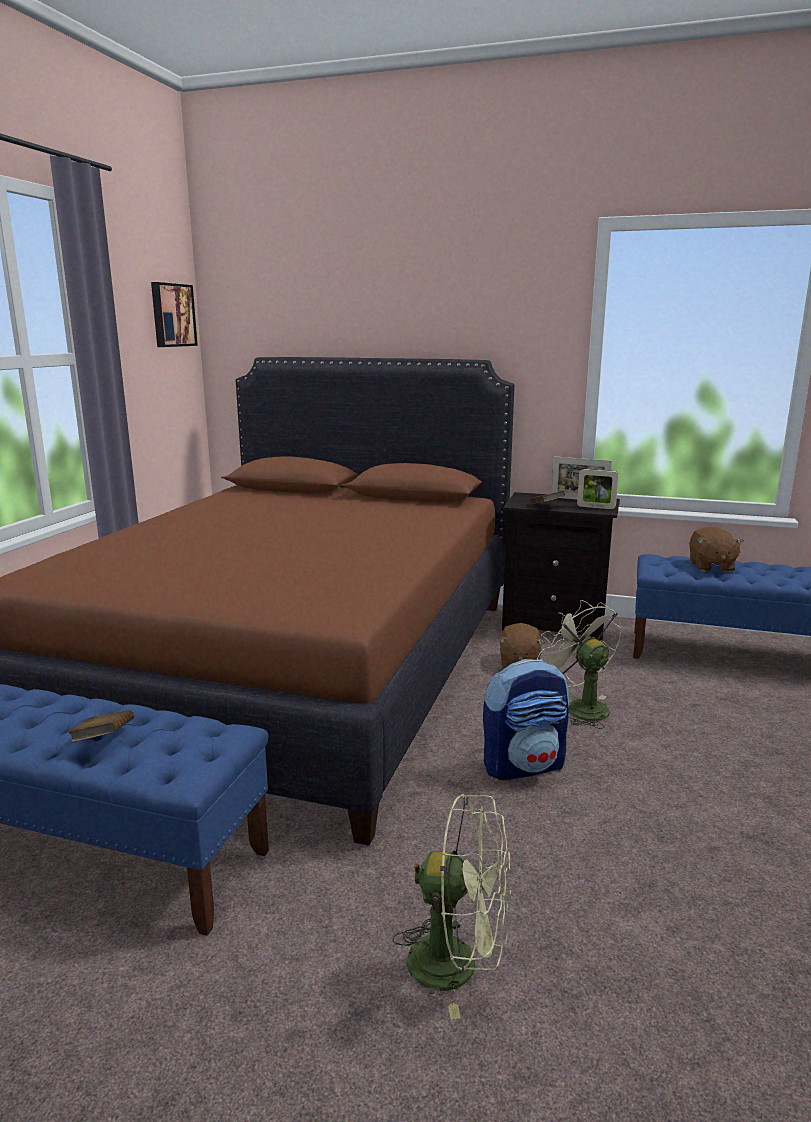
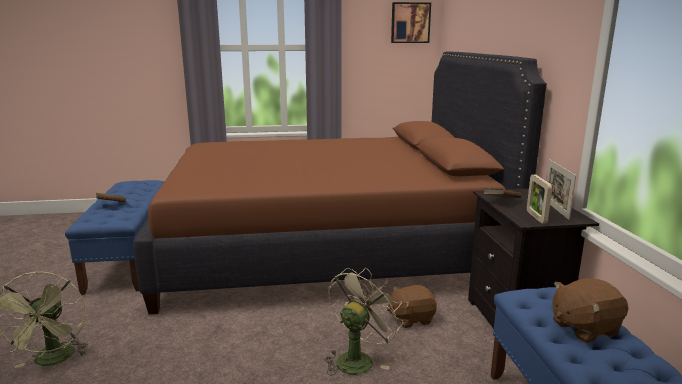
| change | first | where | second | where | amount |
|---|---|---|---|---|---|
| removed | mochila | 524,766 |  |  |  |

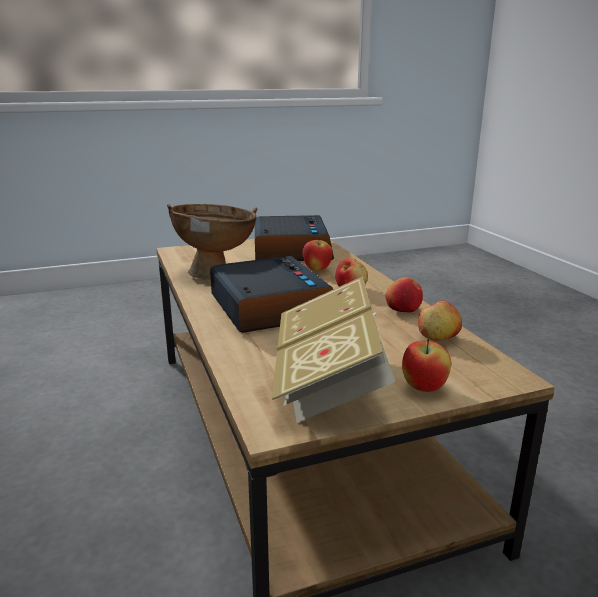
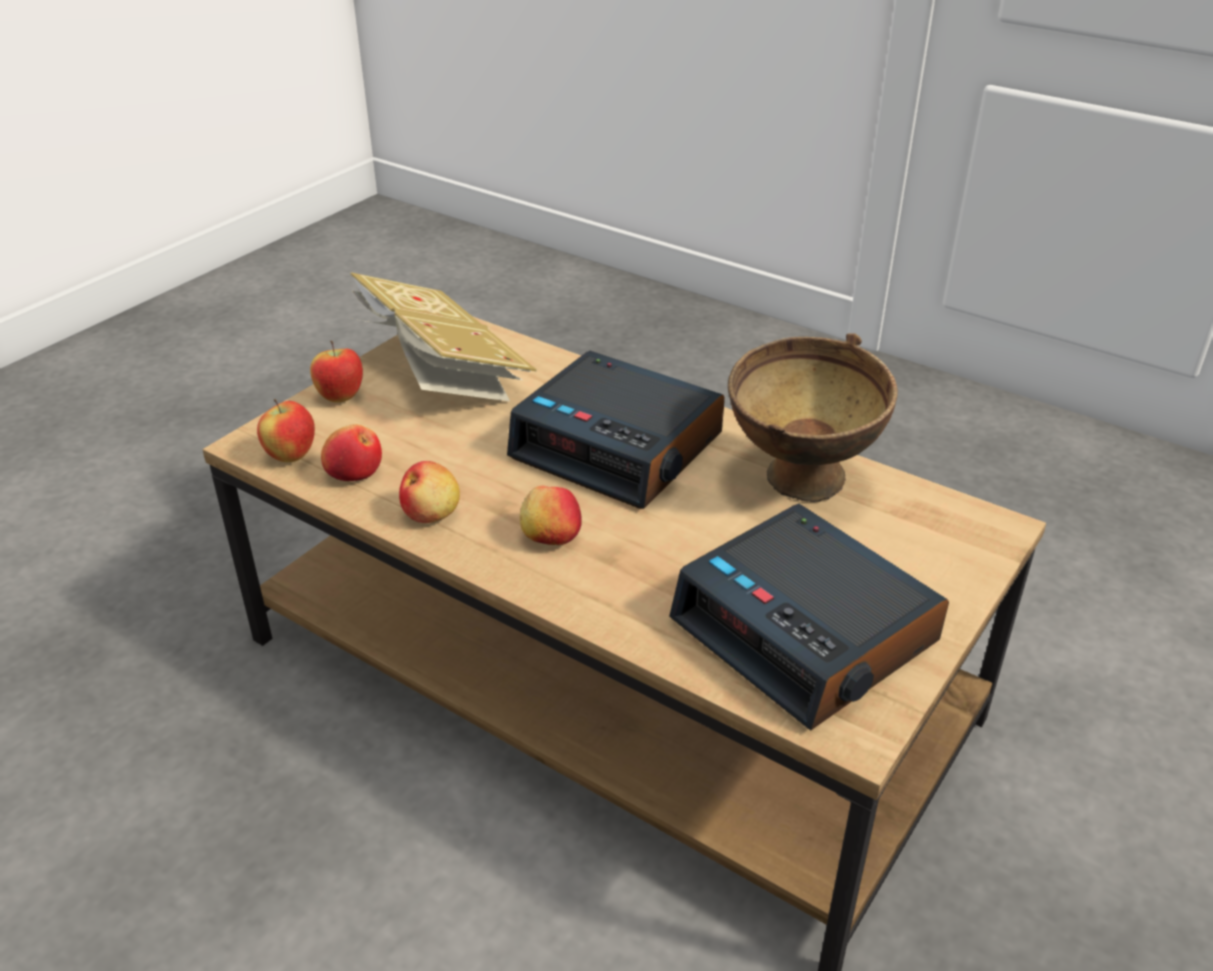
| change | first | where | second | where | amount |
|---|---|---|---|---|---|
| moved | manzana | 317,270 |  | 291,456 |  |

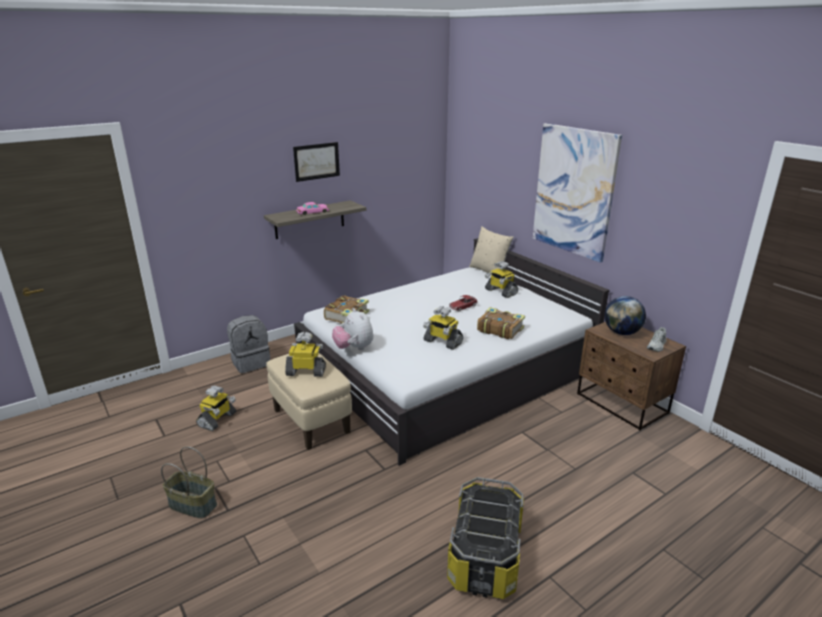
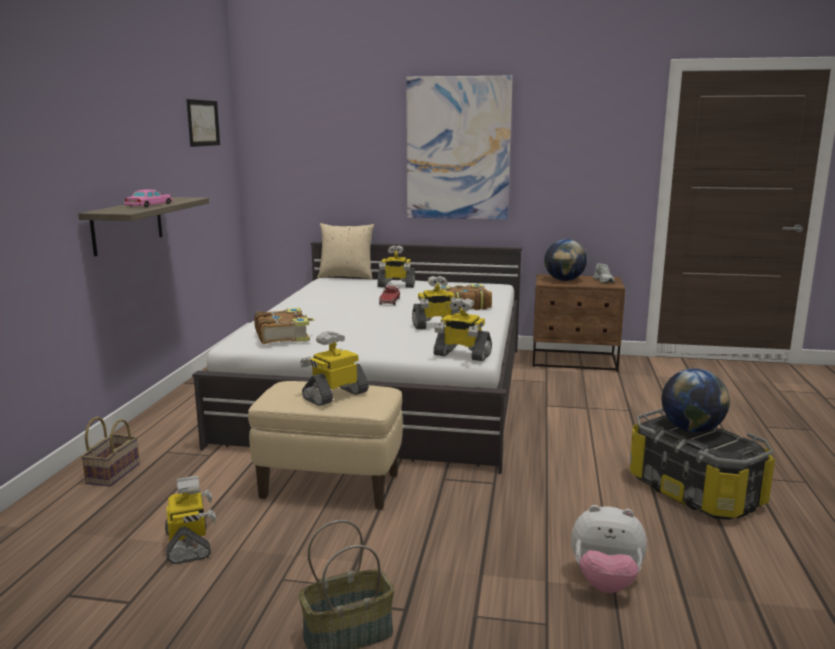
| change | first | where | second | where | amount |
|---|---|---|---|---|---|
| replaced | mochila [gris] | 251,362 | cesta | 113,473 |  |
| moved | cuadro | 316,161 |  | 203,123 |  |
| added |  |  | robot de juguete | 461,355 |  |
| moved | peluche | 354,348 |  | 605,582 |  |
| added |  |  | globo terráqueo | 691,429 |  |

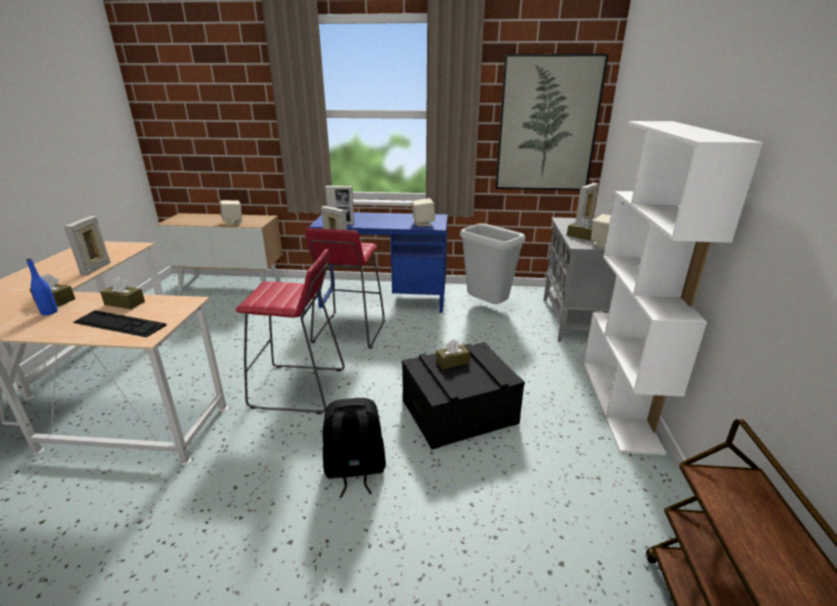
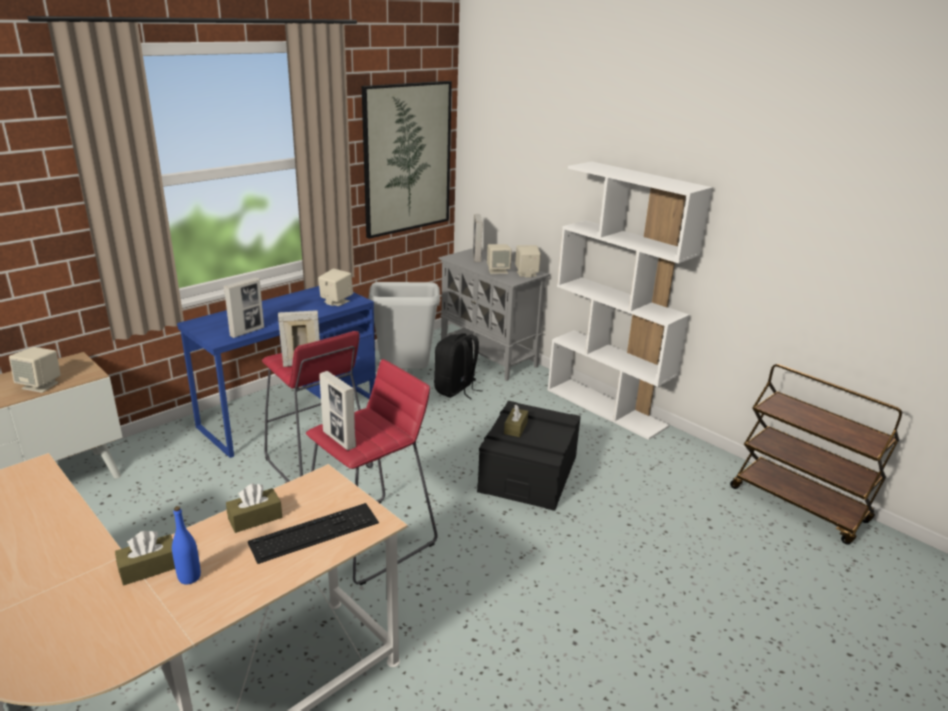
| change | first | where | second | where | amount |
|---|---|---|---|---|---|
| moved | portarretratos | 96,269 |  | 339,439 |  |
| moved | mochila [negro] | 354,470 |  | 456,390 |  |
| replaced | caja de pañuelos [marrón] | 580,236 | altavoz [beis] | 498,271 |  |

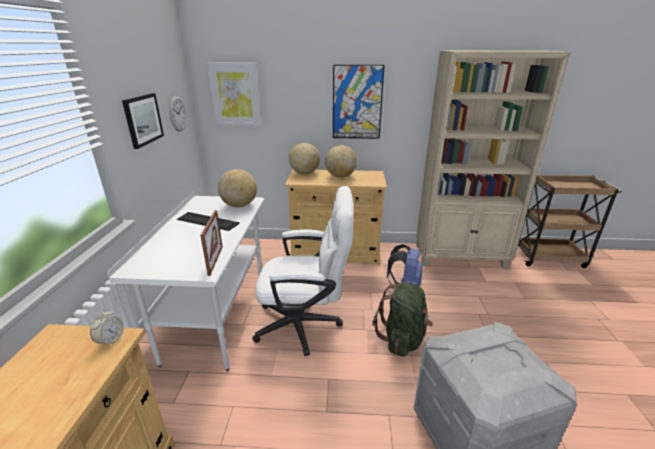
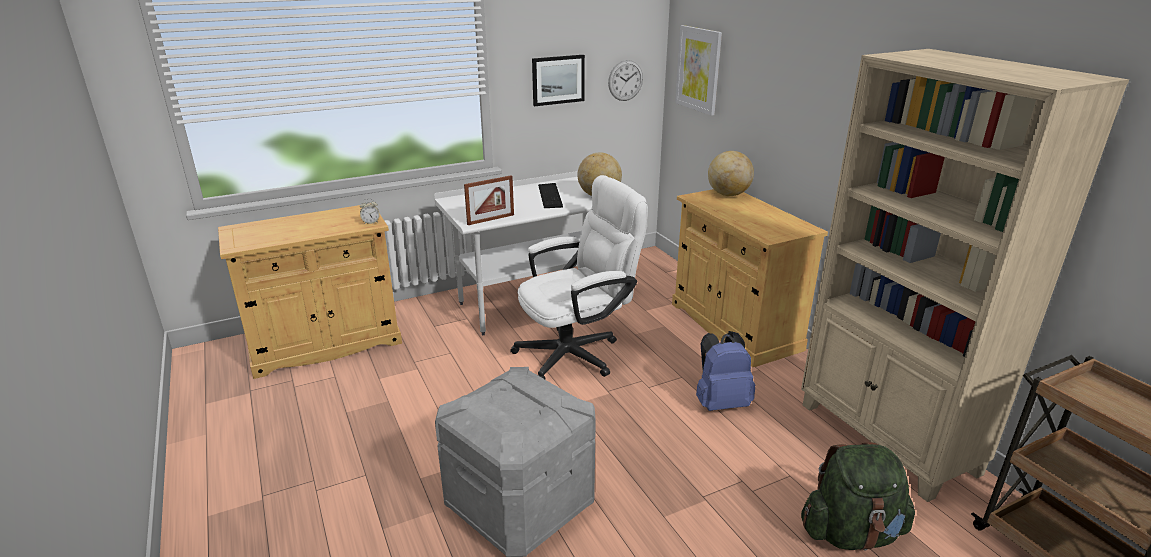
| change | first | where | second | where | amount |
|---|---|---|---|---|---|
| turned | silla de oficina [blanco] | 306,324 |  | 577,352 | 90 degrees counterclockwise |
| moved | mochila [verde] | 402,339 |  | 851,533 |  |
| removed | globo terráqueo | 340,176 |  |  |  |
| removed | cuadro | 357,103 |  |  |  |

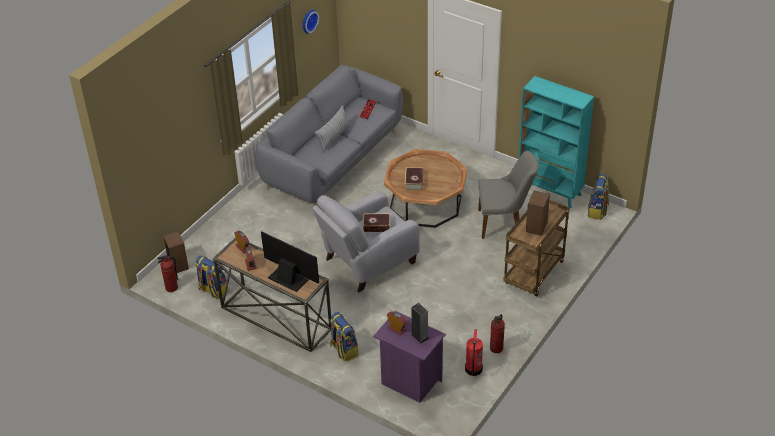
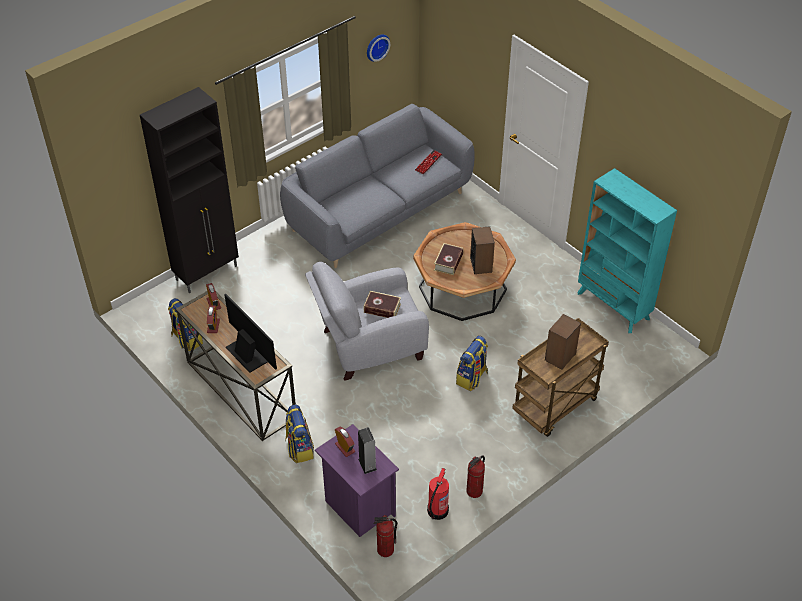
| change | first | where | second | where | amount |
|---|---|---|---|---|---|
| added |  |  | armario [negro] | 207,273 |  |
| moved | extintor | 171,288 |  | 385,550 |  |
| moved | mochila | 597,211 |  | 472,378 |  |
| moved | altavoz | 178,265 |  | 481,265 |  |
| removed | cojín | 333,138 |  |  |  |
| removed | silla [gris] | 504,223 |  |  |  |

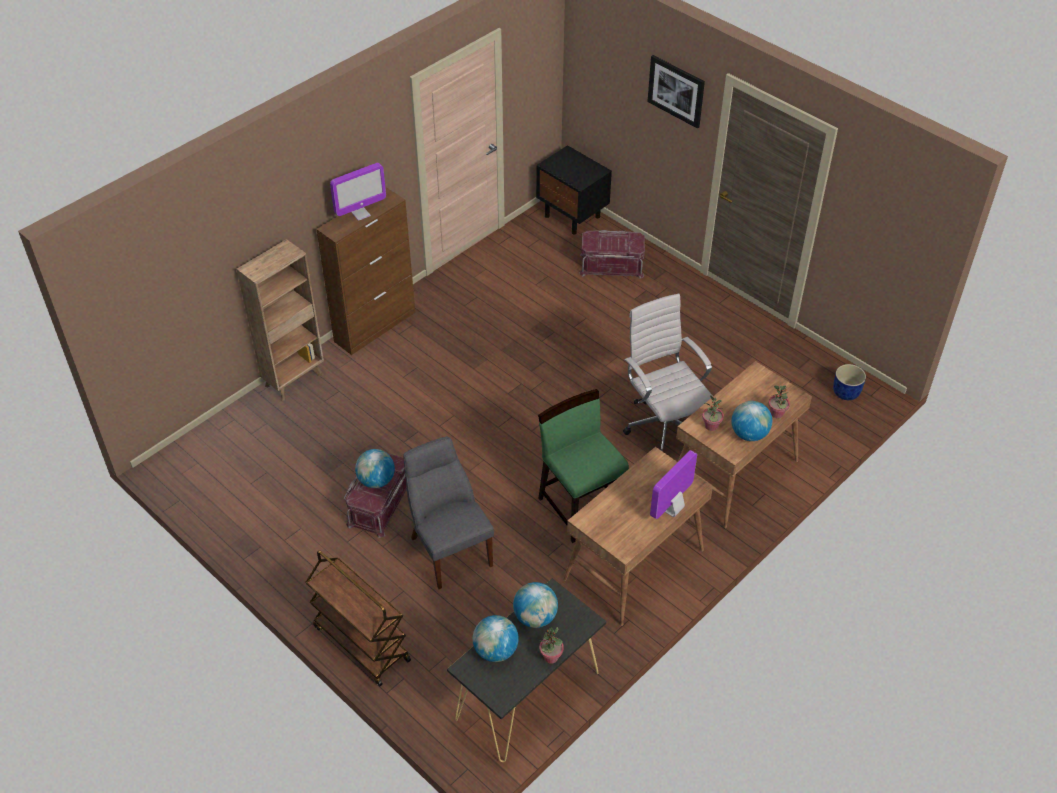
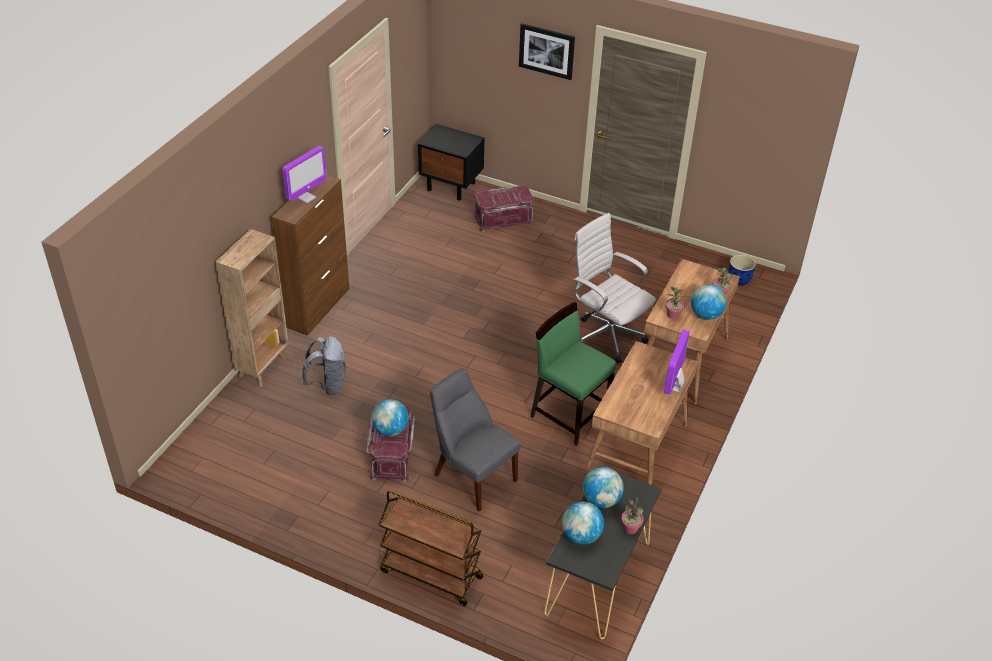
| change | first | where | second | where | amount |
|---|---|---|---|---|---|
| added |  |  | mochila [gris] | 328,385 |  |

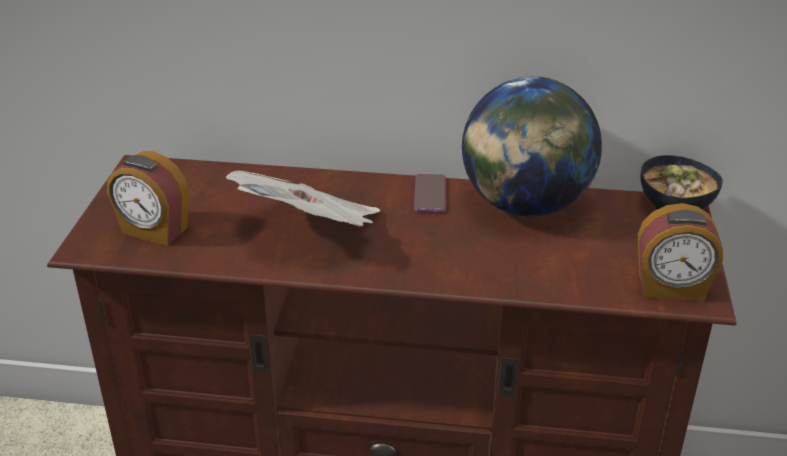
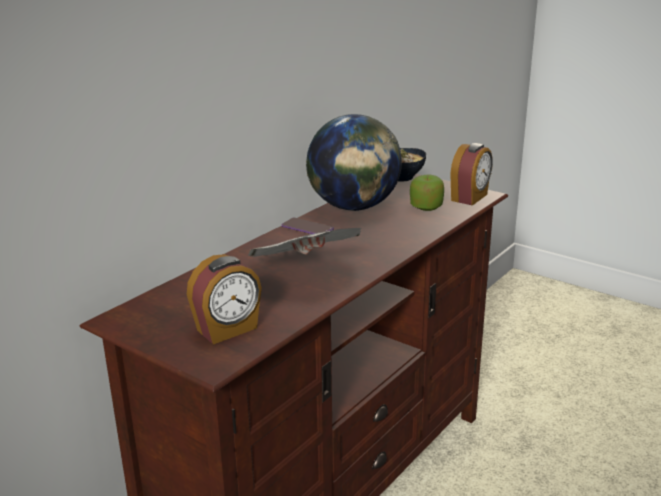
| change | first | where | second | where | amount |
|---|---|---|---|---|---|
| added |  |  | manzana | 426,207 |  |

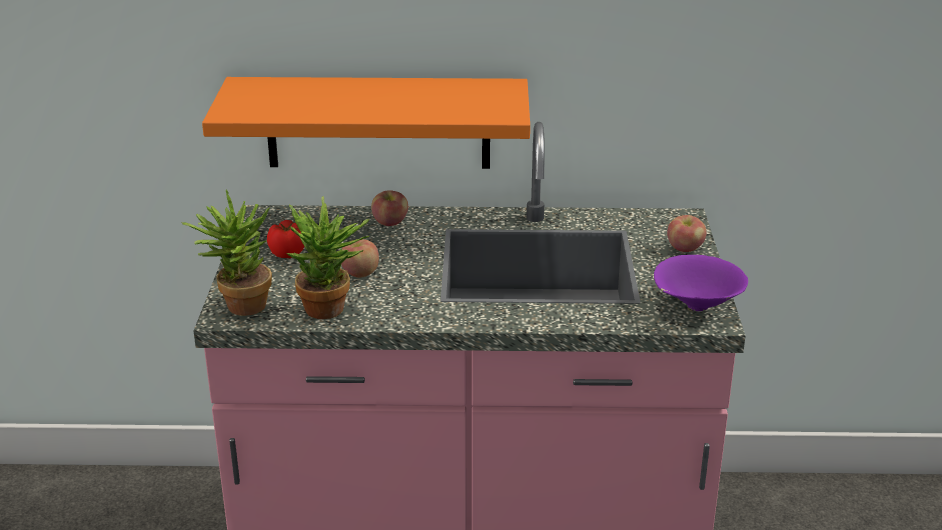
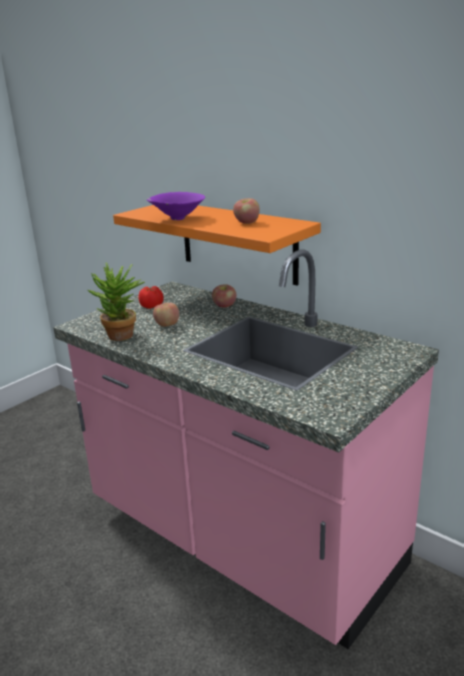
| change | first | where | second | where | amount |
|---|---|---|---|---|---|
| moved | cuenco [morado] | 695,306 |  | 176,219 |  |
| moved | manzana | 685,249 |  | 247,222 |  |
| removed | planta en maceta | 238,306 |  |  |  |

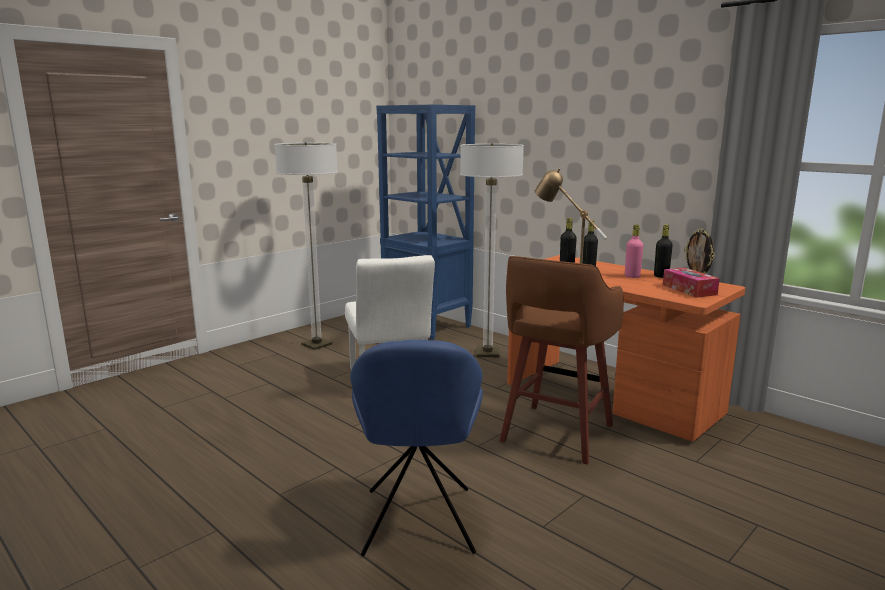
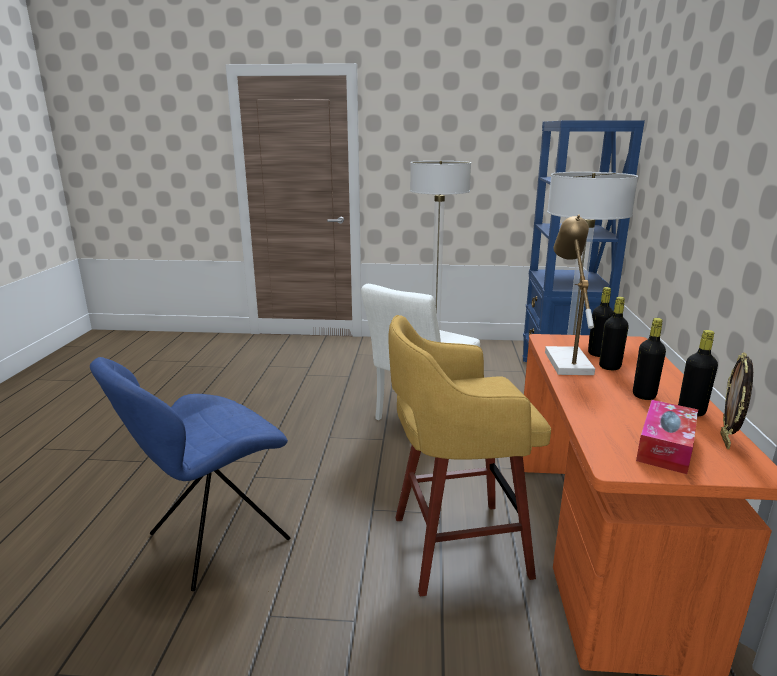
| change | first | where | second | where | amount |
|---|---|---|---|---|---|
| recoloured | taburete [marrón] | 555,435 | taburete [amarillo] | 455,546 |  |
| recoloured | botella [rosa] | 632,276 | botella [negro] | 644,395 |  |

